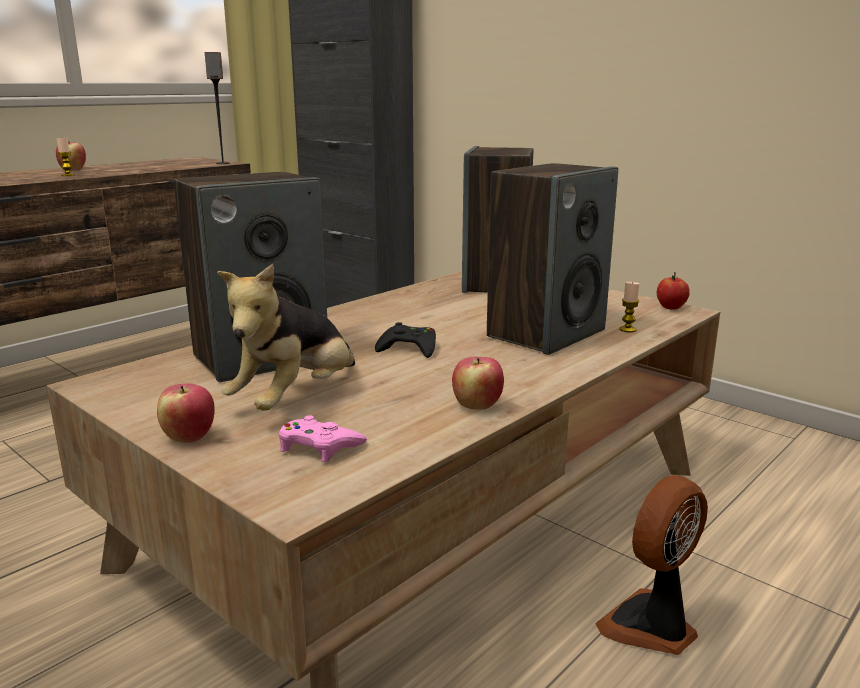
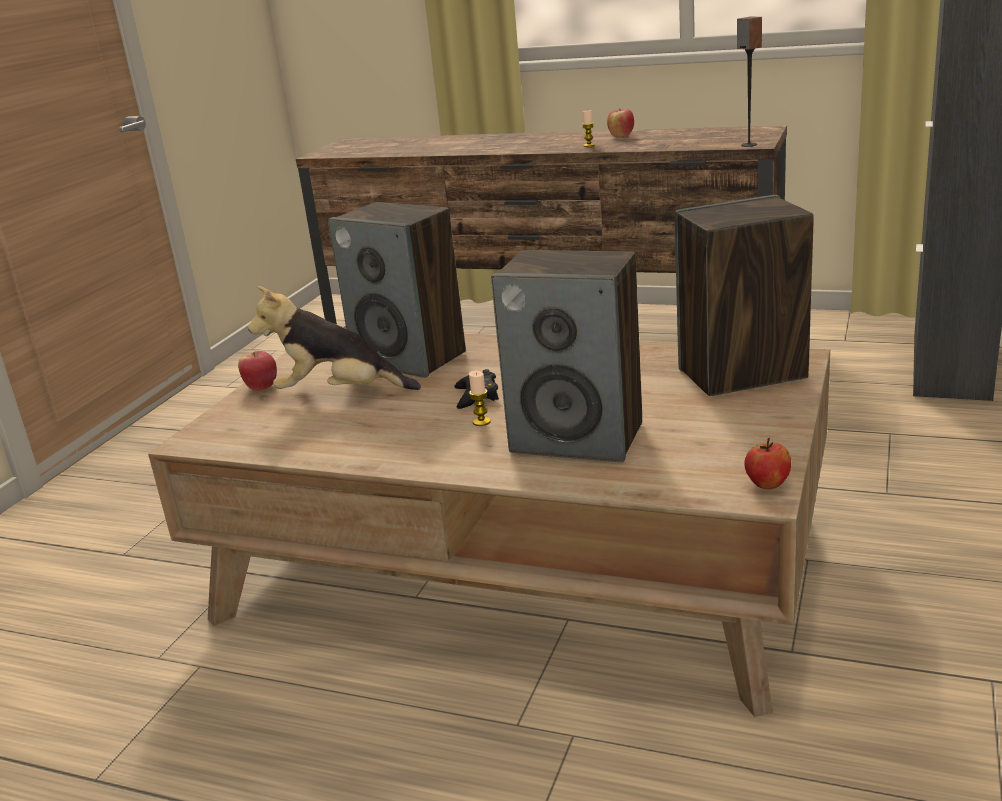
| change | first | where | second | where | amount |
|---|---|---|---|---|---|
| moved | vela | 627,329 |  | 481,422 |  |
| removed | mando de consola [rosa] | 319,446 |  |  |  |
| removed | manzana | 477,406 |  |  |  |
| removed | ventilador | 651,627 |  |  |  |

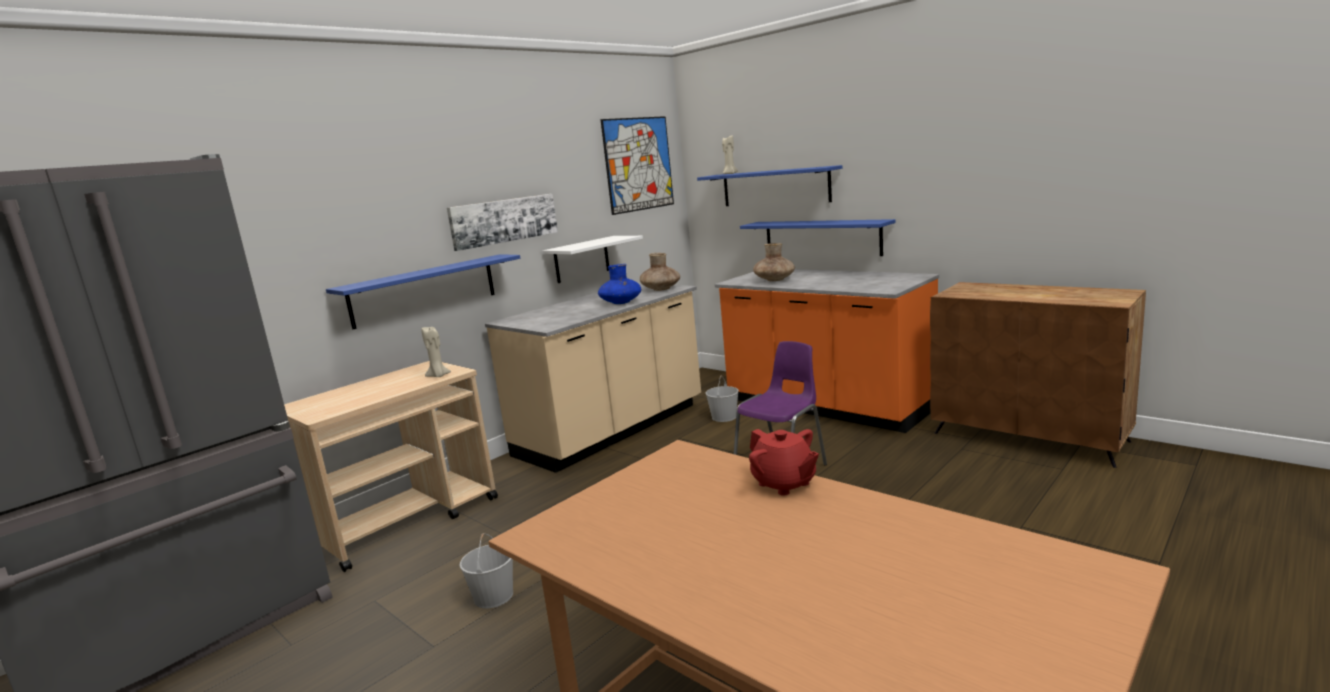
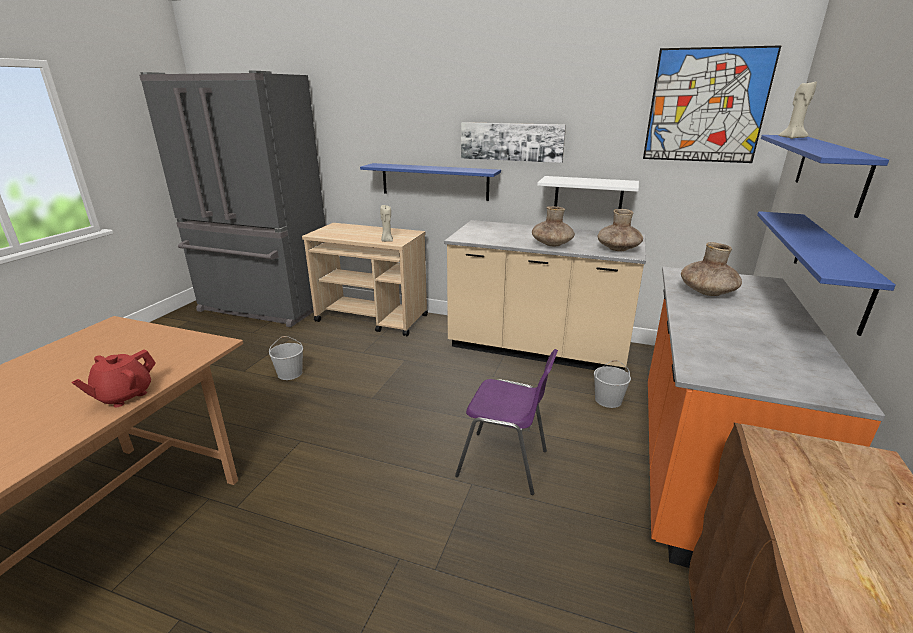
| change | first | where | second | where | amount |
|---|---|---|---|---|---|
| recoloured | florero [azul] | 620,302 | florero [marrón] | 551,244 |  |

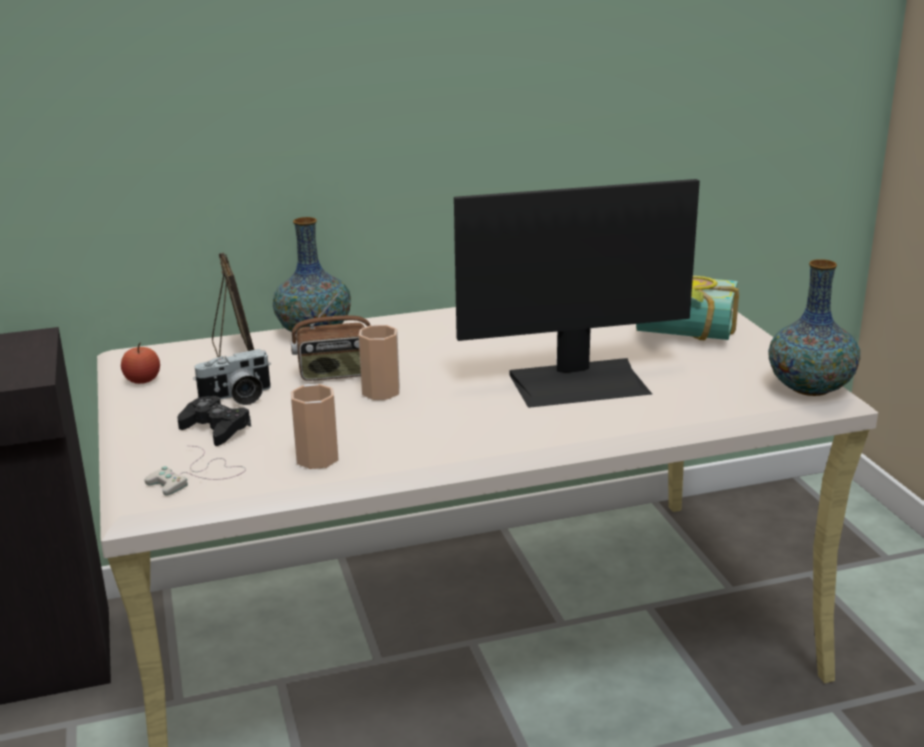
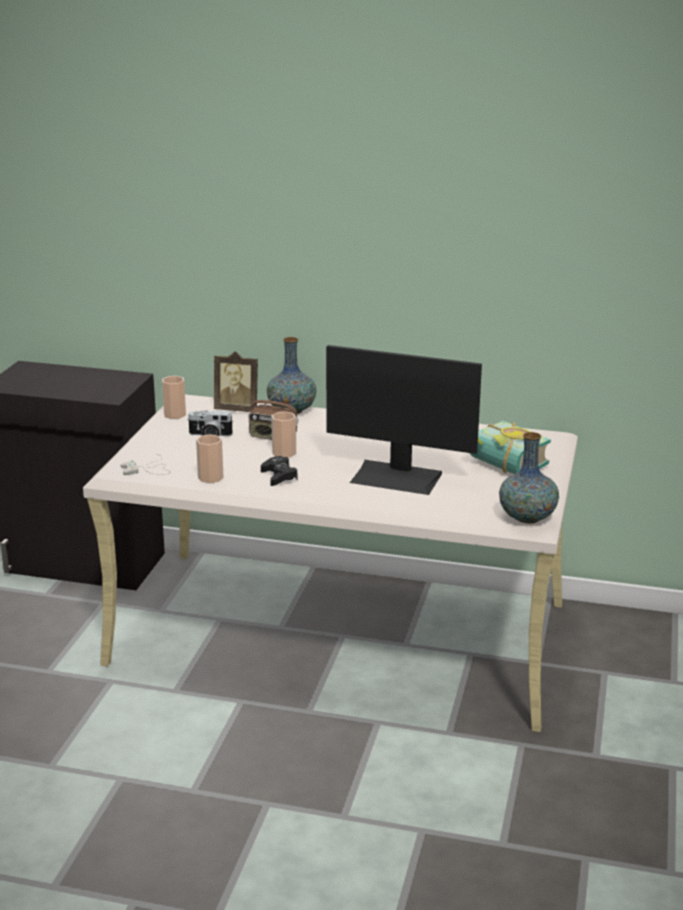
| change | first | where | second | where | amount |
|---|---|---|---|---|---|
| replaced | manzana | 142,380 | taza | 175,414 |  |
| turned | portarretratos | 233,349 |  | 238,409 | 90 degrees clockwise |
| moved | mando de consola [negro] | 215,429 |  | 279,476 |  |

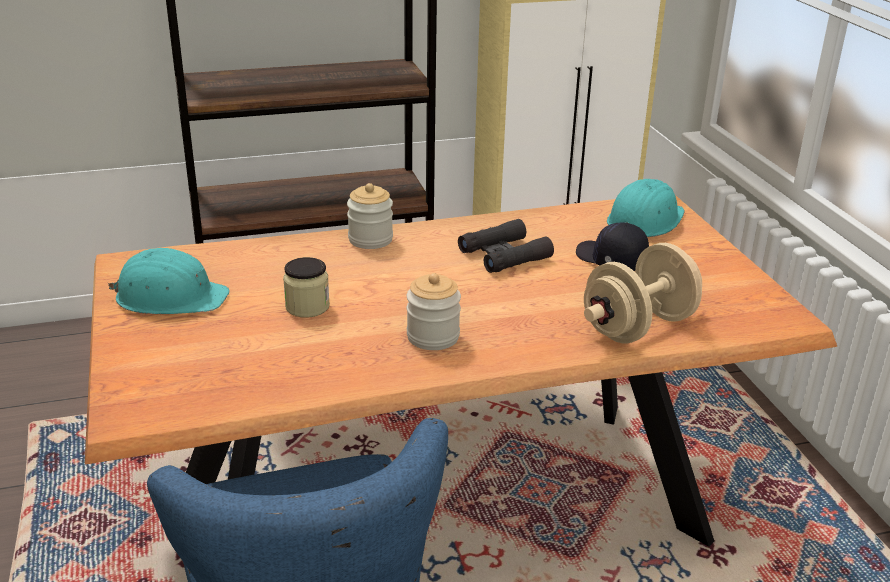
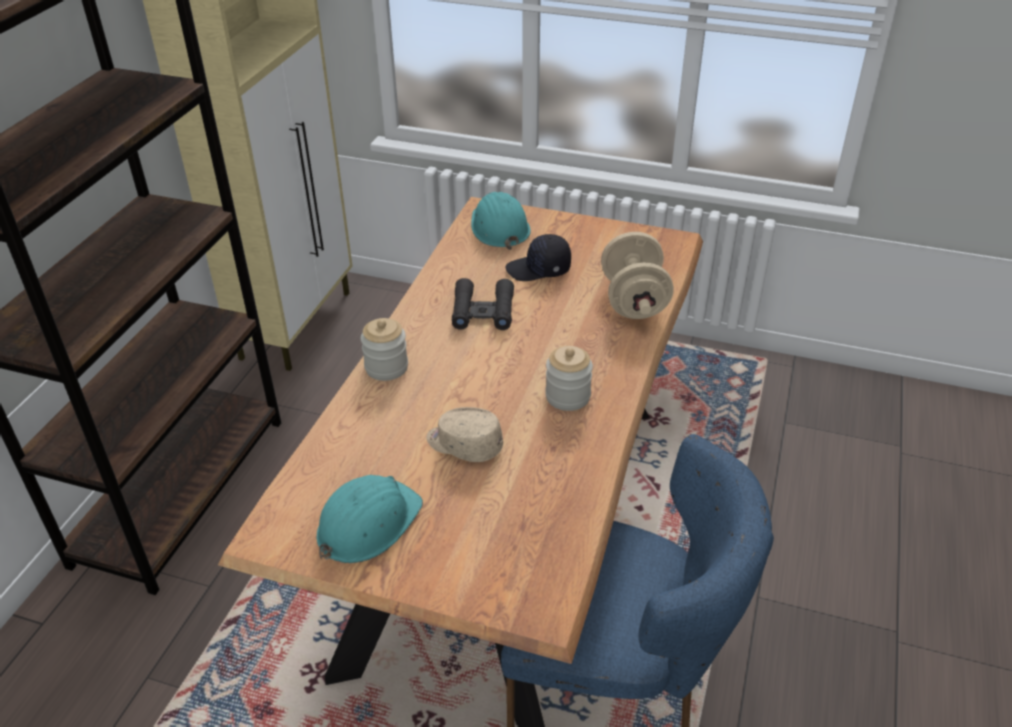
| change | first | where | second | where | amount |
|---|---|---|---|---|---|
| replaced | tarro | 307,307 | gorra [beis] | 464,445 |  |

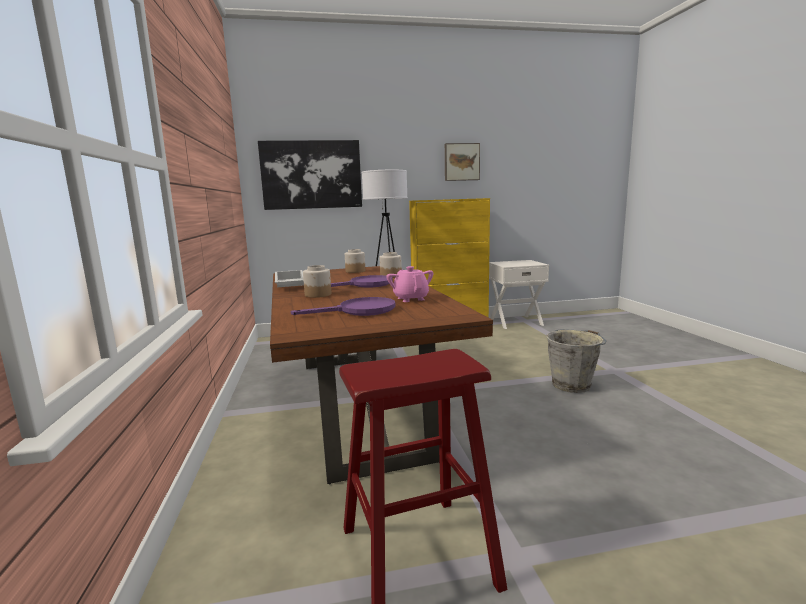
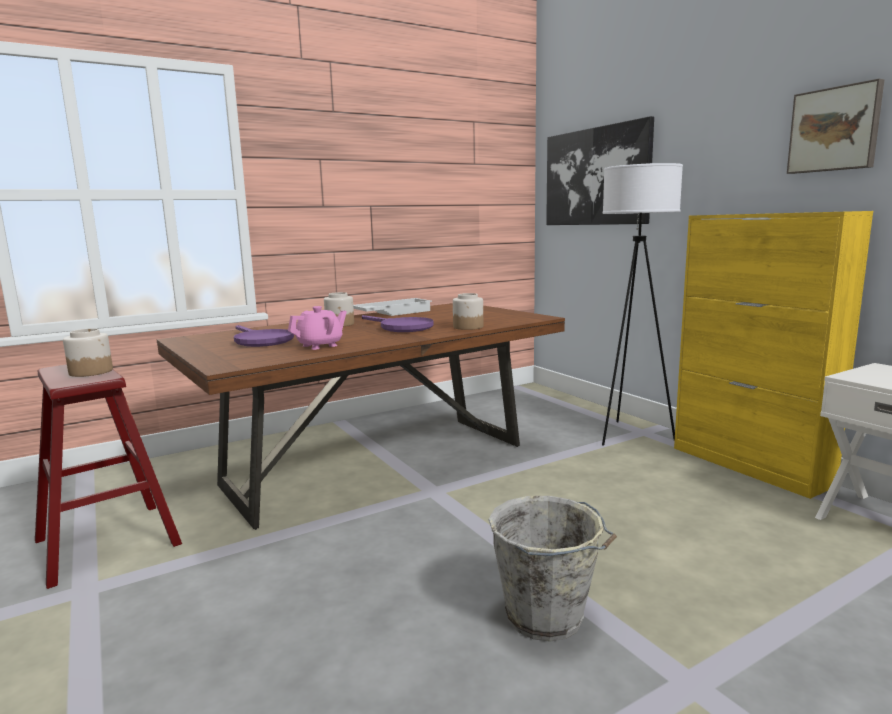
| change | first | where | second | where | amount |
|---|---|---|---|---|---|
| moved | tarro | 355,271 |  | 91,372 |  |

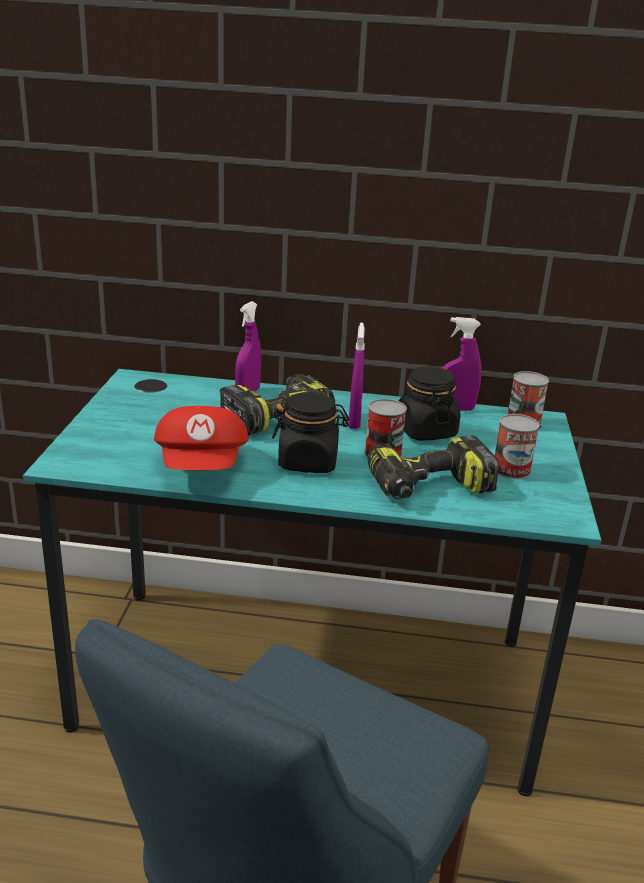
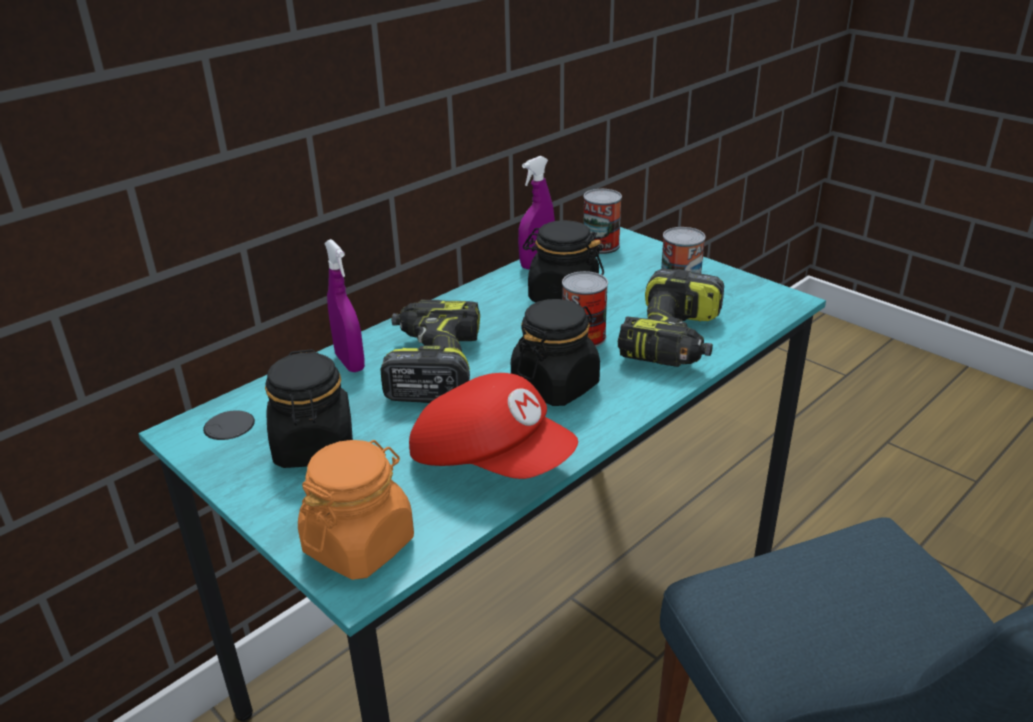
| change | first | where | second | where | amount |
|---|---|---|---|---|---|
| added |  |  | tarro [negro] | 314,446 |  |
| added |  |  | tarro [naranja] | 359,545 |  |
| removed | pulverizador [morado] | 354,421 |  |  |  |

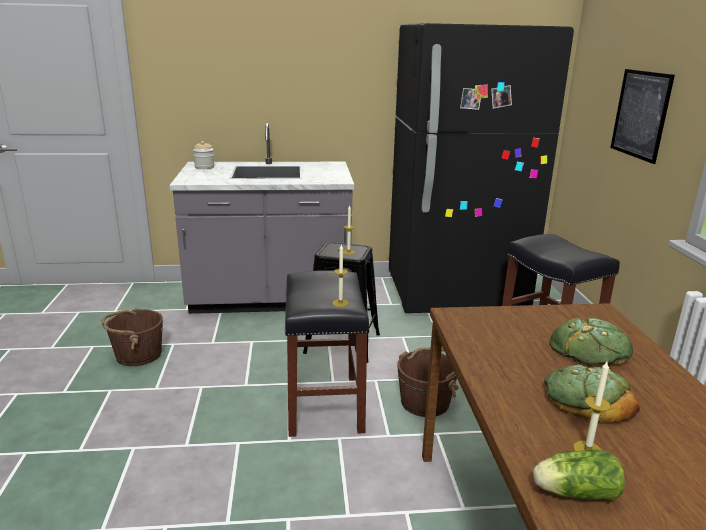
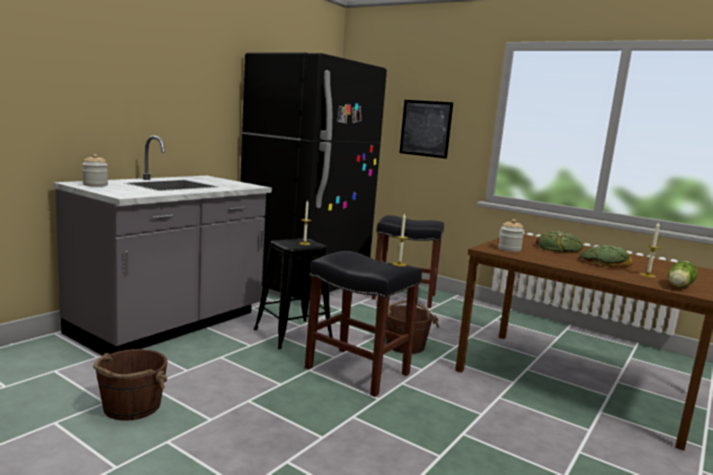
| change | first | where | second | where | amount |
|---|---|---|---|---|---|
| added |  |  | tarro | 509,249 |  |

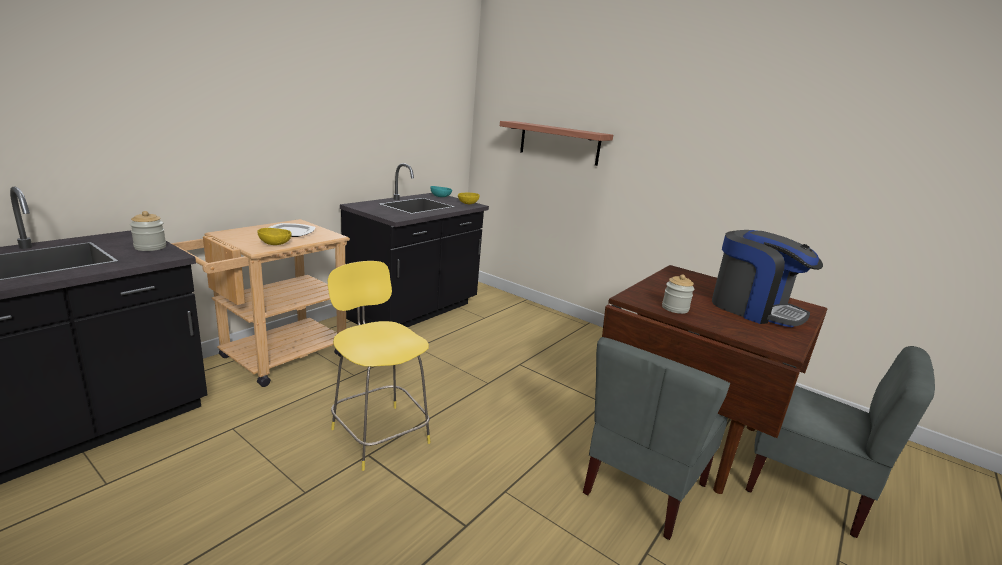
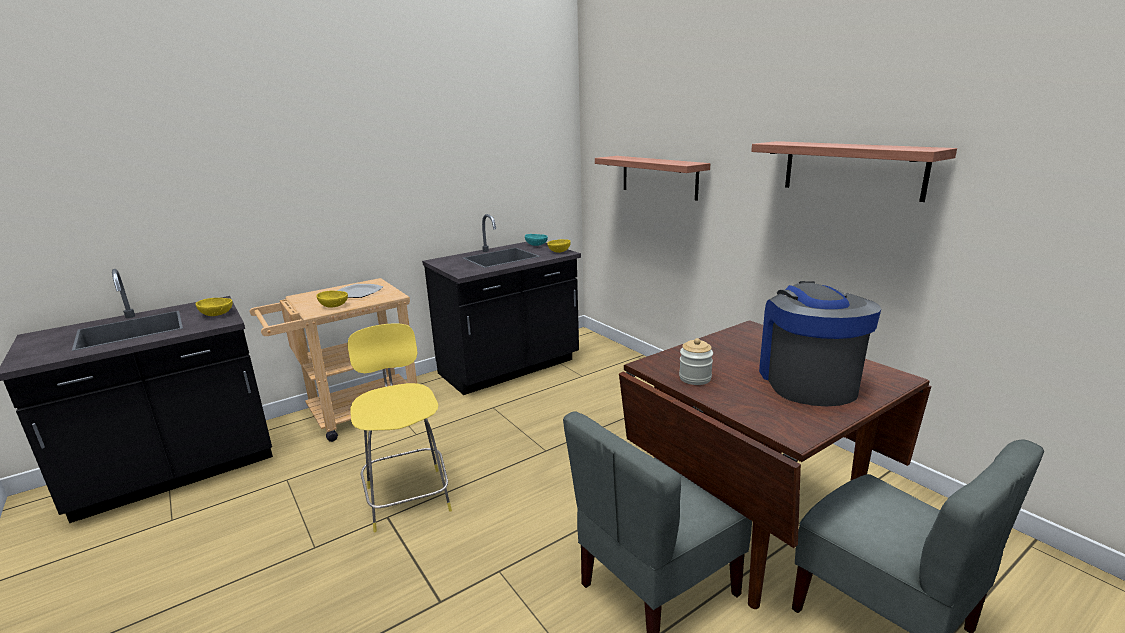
| change | first | where | second | where | amount |
|---|---|---|---|---|---|
| replaced | tarro | 150,247 | cuenco [amarillo] | 217,314 |  |
| added |  |  | estante | 852,169 |  |
| turned | cafetera | 754,309 |  | 807,381 | 150 degrees counterclockwise |

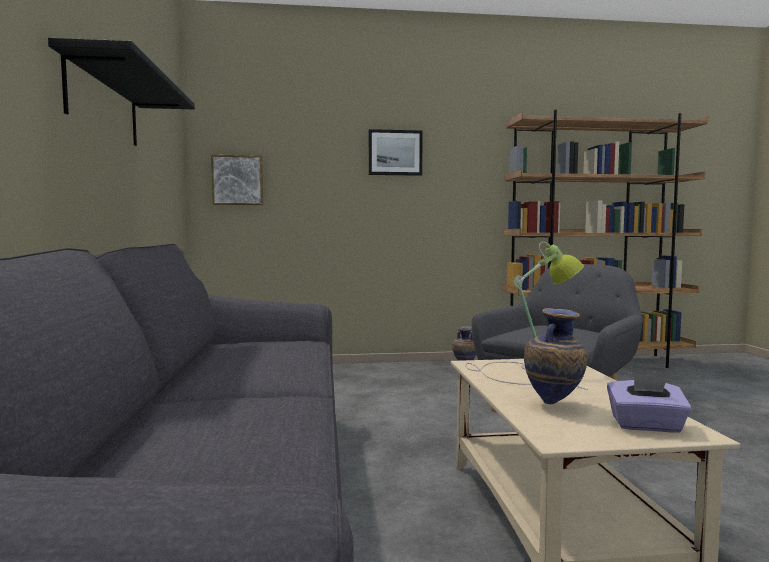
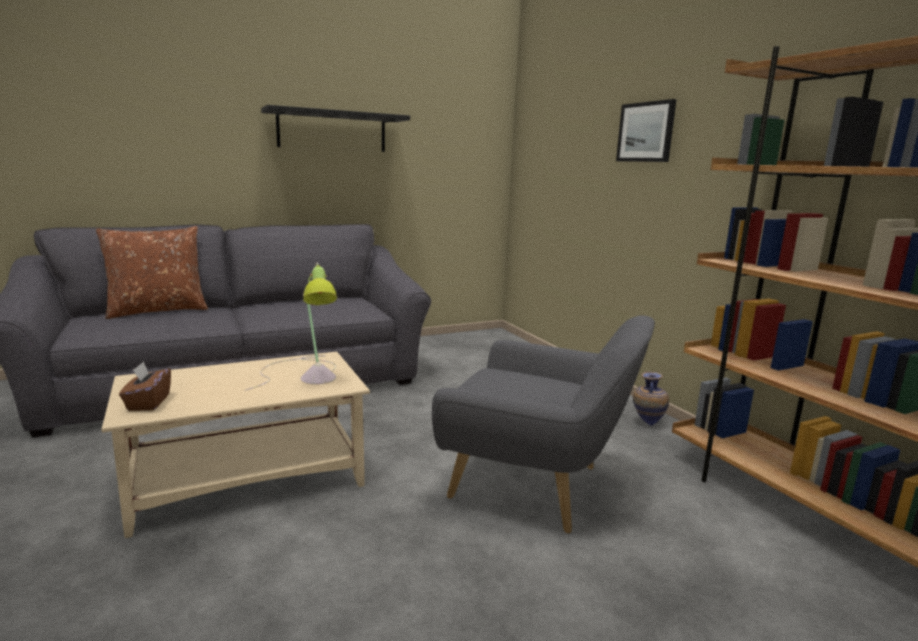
| change | first | where | second | where | amount |
|---|---|---|---|---|---|
| added |  |  | cojín [marrón] | 158,310 |  |
| recoloured | caja de pañuelos [morado] | 646,426 | caja de pañuelos [marrón] | 148,402 |  |
| removed | cuadro | 237,180 |  |  |  |
| removed | florero | 554,405 |  |  |  |

